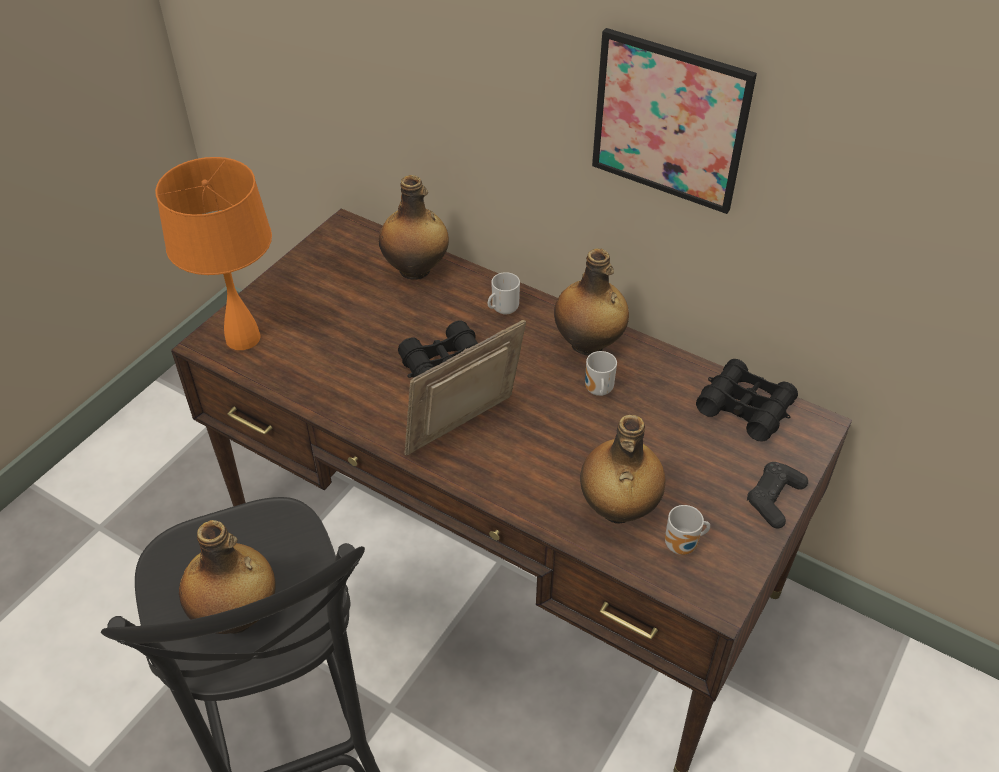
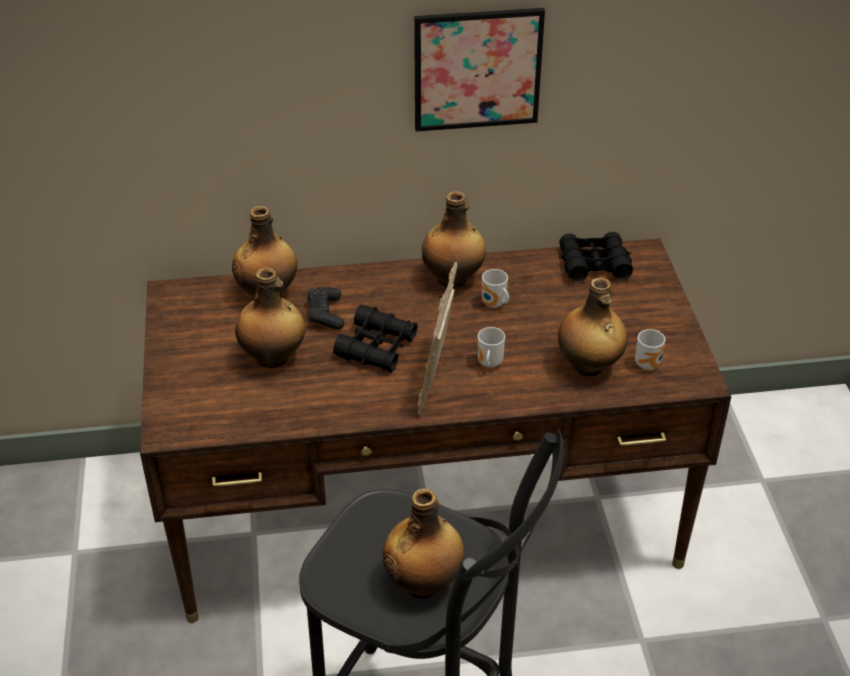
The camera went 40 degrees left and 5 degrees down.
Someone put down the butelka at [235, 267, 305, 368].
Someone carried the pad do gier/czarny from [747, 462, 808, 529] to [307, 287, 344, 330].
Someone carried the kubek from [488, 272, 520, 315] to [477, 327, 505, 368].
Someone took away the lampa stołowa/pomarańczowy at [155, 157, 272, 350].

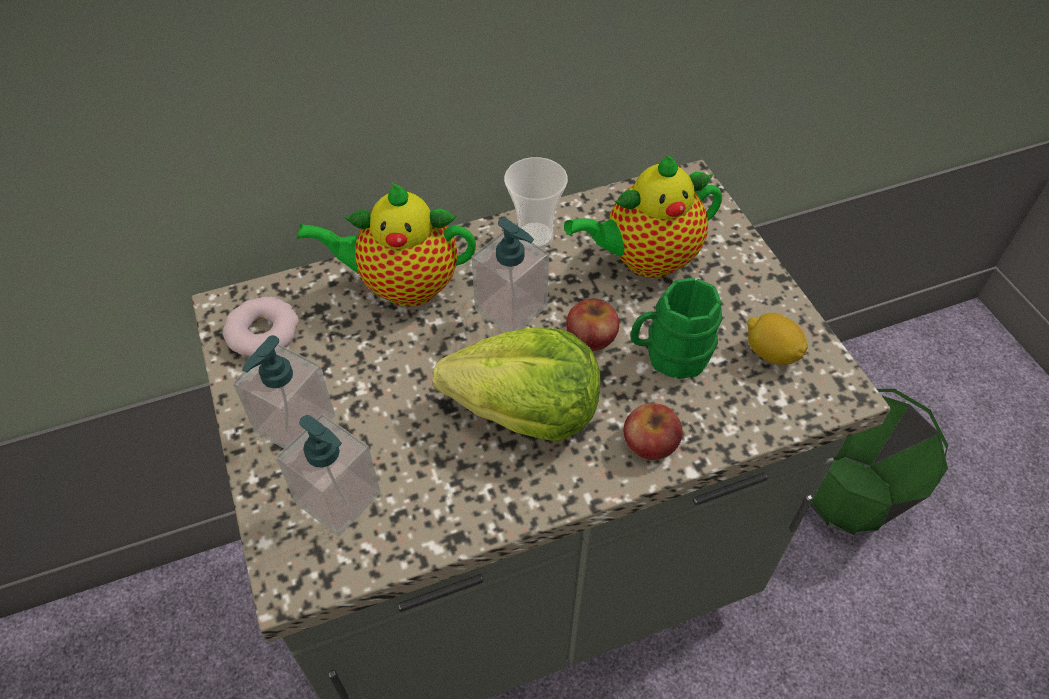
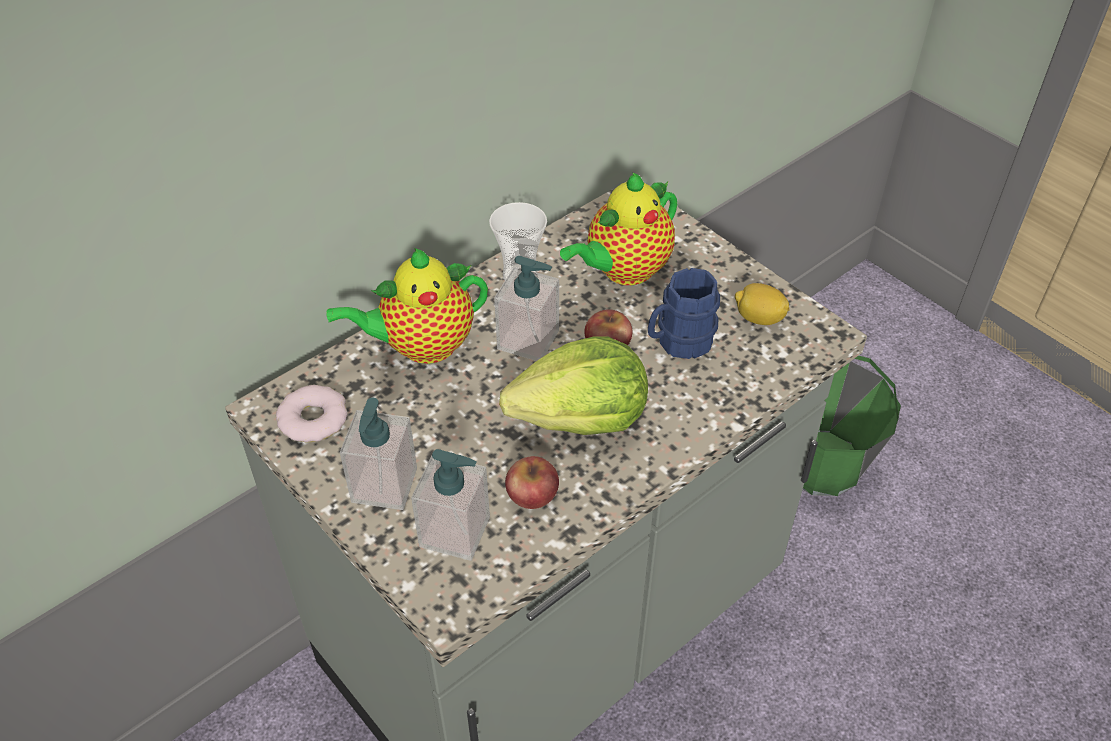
The camera went 20 degrees left and 5 degrees down.
Someone carried the jabłko from [624, 403, 682, 460] to [505, 456, 559, 509].
Someone repainted the kubek/zielony at [630, 278, 722, 379], which became the kubek/niebieski at [648, 268, 720, 359].

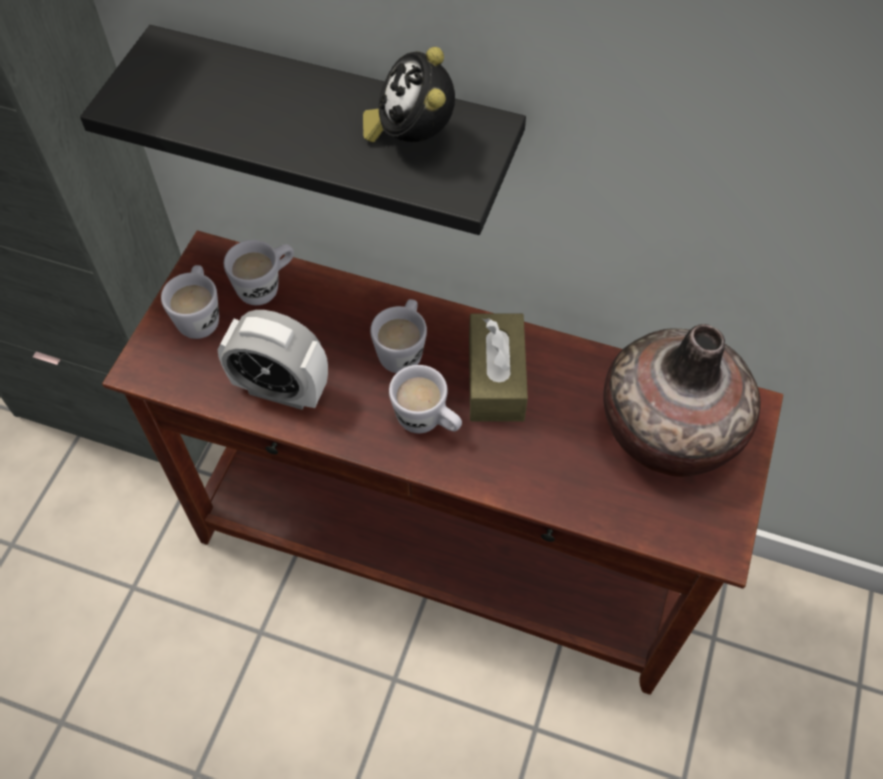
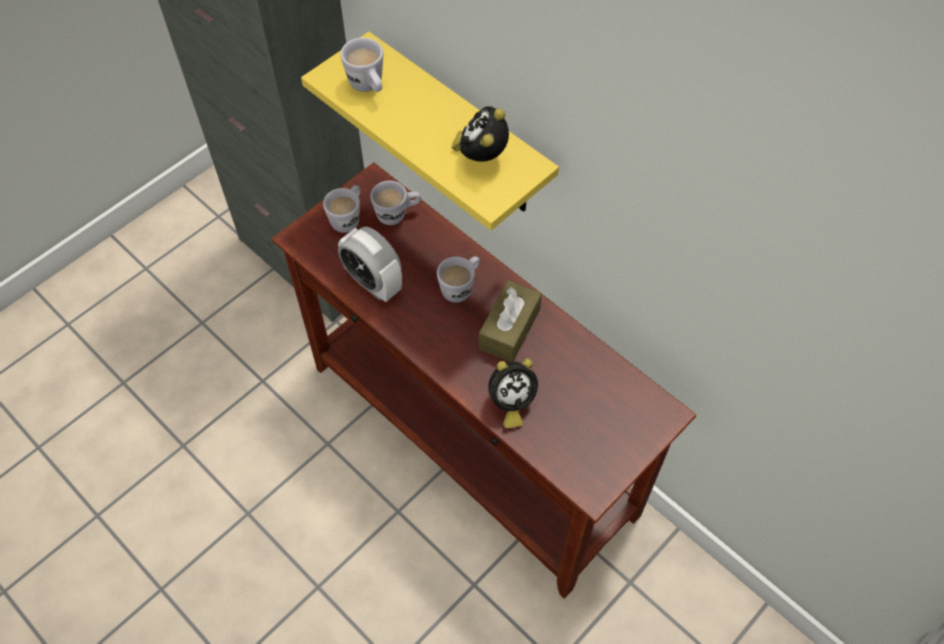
The camera went 25 degrees right and 0 degrees up.
Someone repainted the półka/czarny at [80, 25, 526, 235], which became the półka/żółty at [301, 32, 559, 230].
Someone carried the kubek/biały from [389, 365, 462, 433] to [340, 38, 383, 92].
Someone put down the budzik at [488, 359, 538, 428].
Someone took away the wazon at [603, 324, 760, 477].

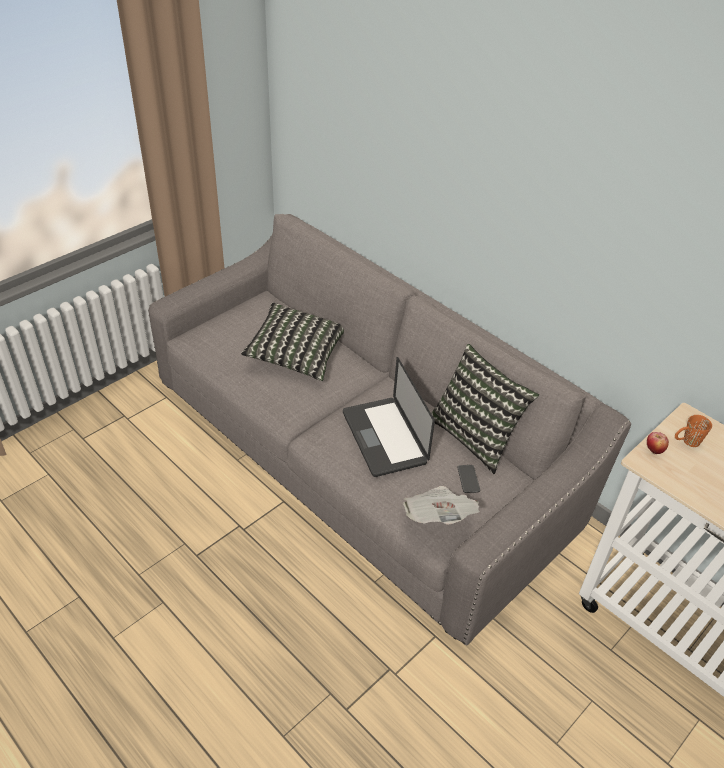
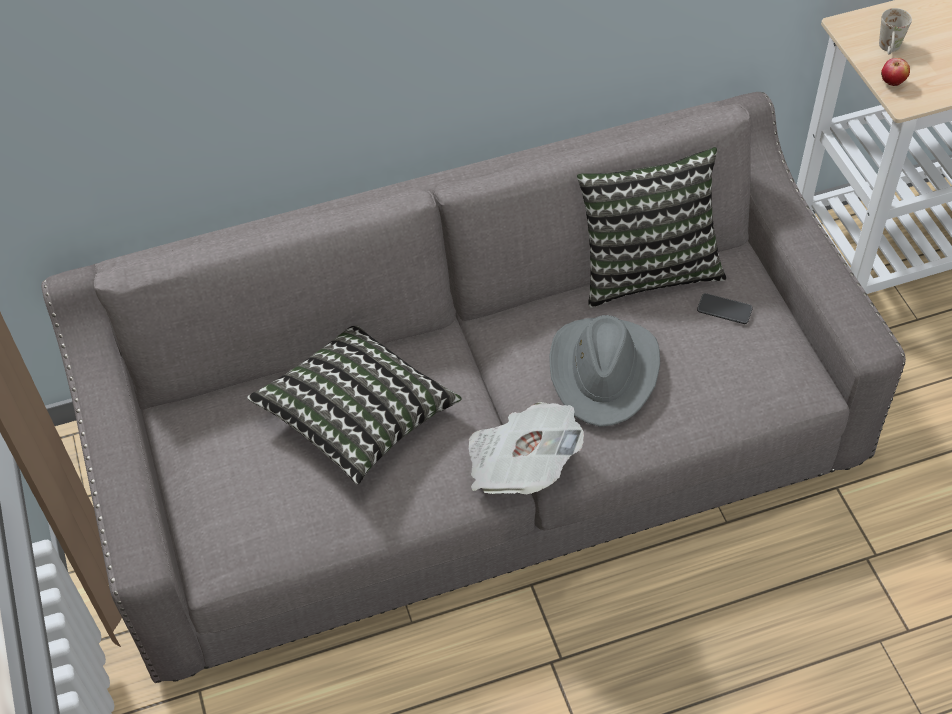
The camera went 60 degrees left and 10 degrees up.
Someone carried the gazeta from [403, 486, 480, 525] to [469, 402, 584, 494].
Someone swapped the laptop at [343, 357, 435, 477] for the kapelusz/szary at [549, 315, 660, 427].
Someone repainted the kubek/pomarańczowy at [675, 415, 712, 447], which became the kubek/biały at [879, 8, 912, 55].

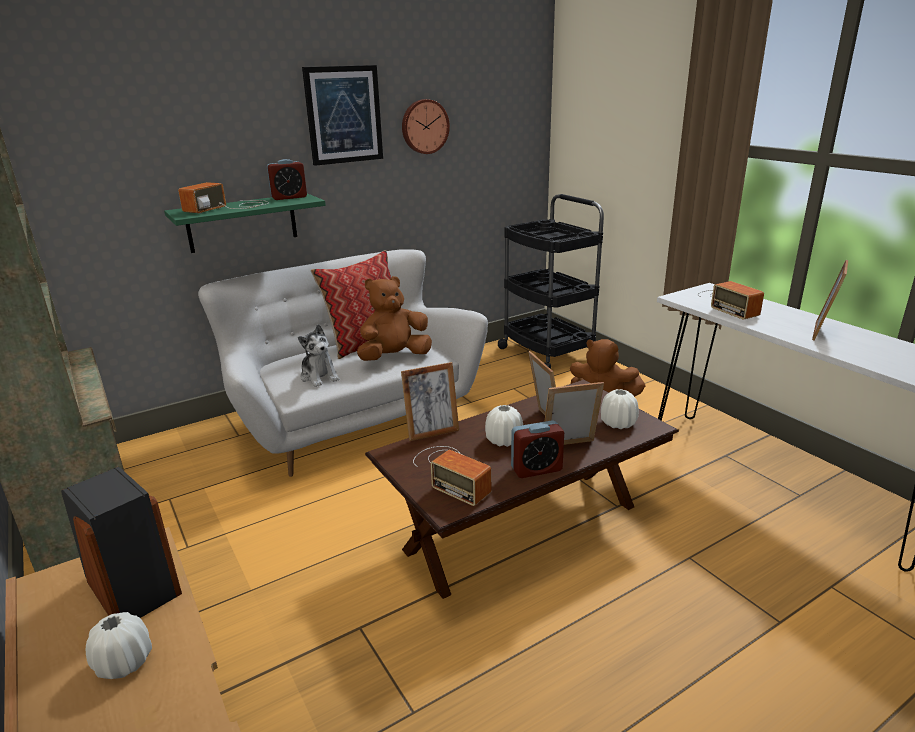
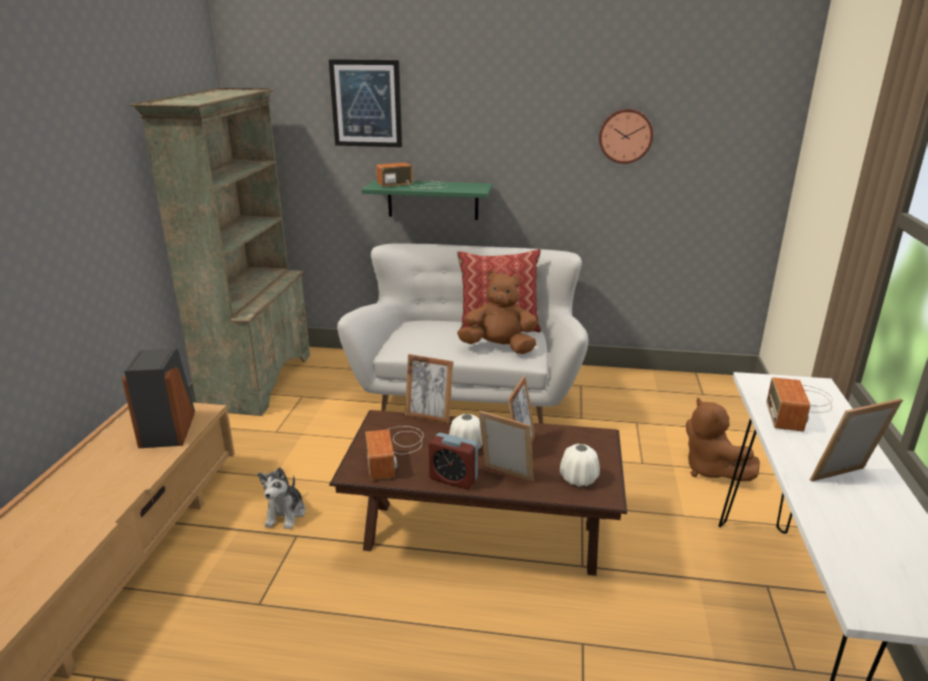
The camera went 40 degrees right and 0 degrees up.
Someone carried the pluszak from [298, 324, 339, 387] to [258, 467, 305, 529].
Someone carried the obraz from [302, 65, 383, 166] to [329, 59, 402, 147].
Someone took away the wazon/biały at [86, 612, 152, 679].
Someone took away the budzik at [267, 159, 307, 200].
Someone took away the wózek/czarny at [498, 194, 604, 369].

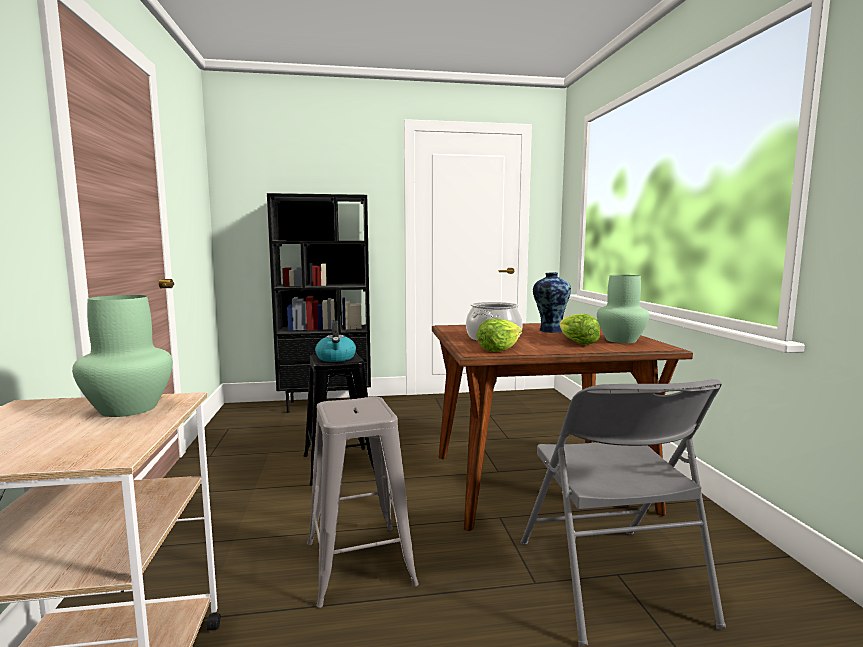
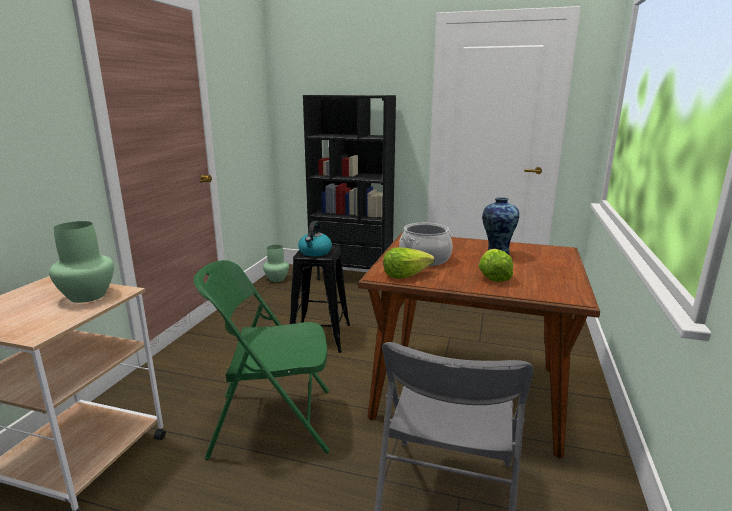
The camera went 25 degrees right and 10 degrees up.
Someone swapped the stołek/szary at [307, 397, 419, 608] for the krzesło/zielony at [194, 260, 329, 461].
Someone carried the wazon/zielony from [597, 275, 649, 343] to [263, 245, 289, 282].

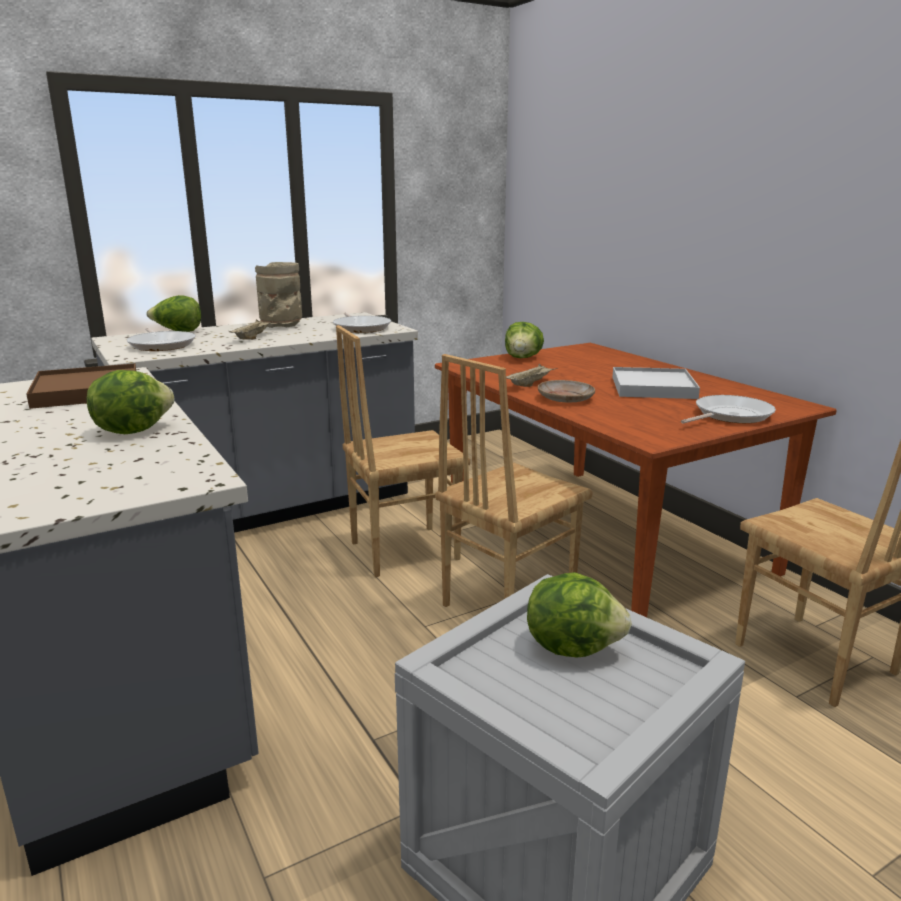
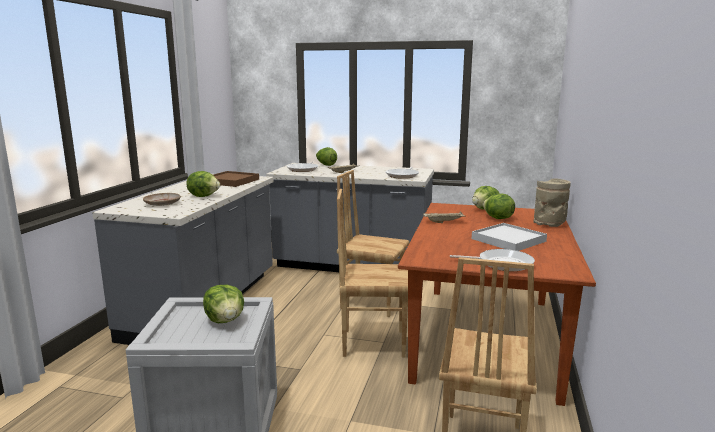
The camera went 45 degrees right and 5 degrees down.
Someone carried the talerz/beżowy from [538, 380, 595, 402] to [143, 193, 181, 206].
Someone put down the sałata at [483, 194, 515, 219].
Someone carried the wazon/beżowy from [255, 262, 302, 328] to [534, 178, 571, 227].

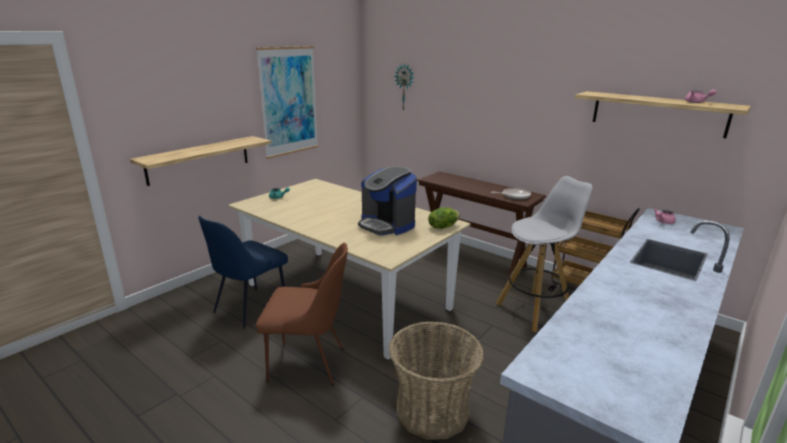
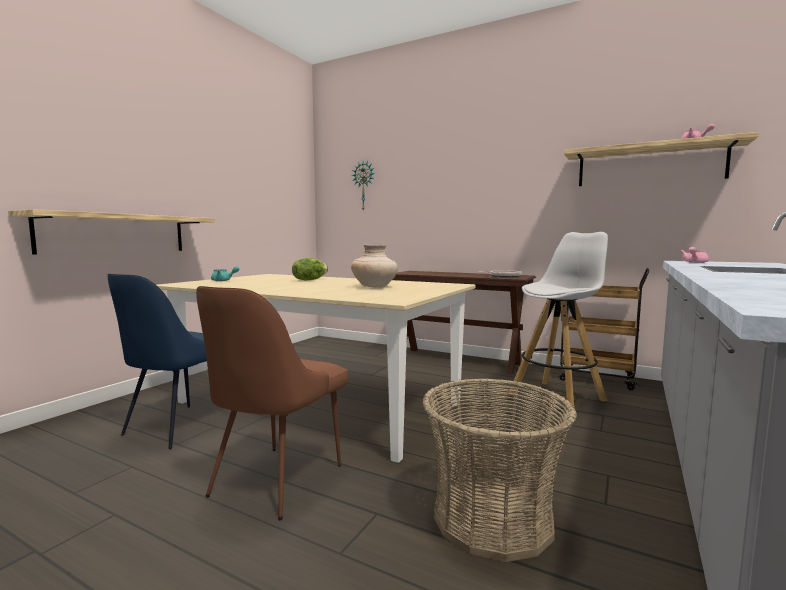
The camera went 10 degrees left and 15 degrees down.
Someone rotated the krzesło/brązowy at [256, 243, 348, 386] by 120 degrees clockwise.
Someone carried the sałata from [428, 207, 460, 229] to [292, 258, 328, 280].
Someone swapped the ekspres do kawy at [358, 166, 417, 235] for the wazon/beżowy at [351, 245, 398, 288].
Someone took away the obraz at [256, 46, 319, 159].

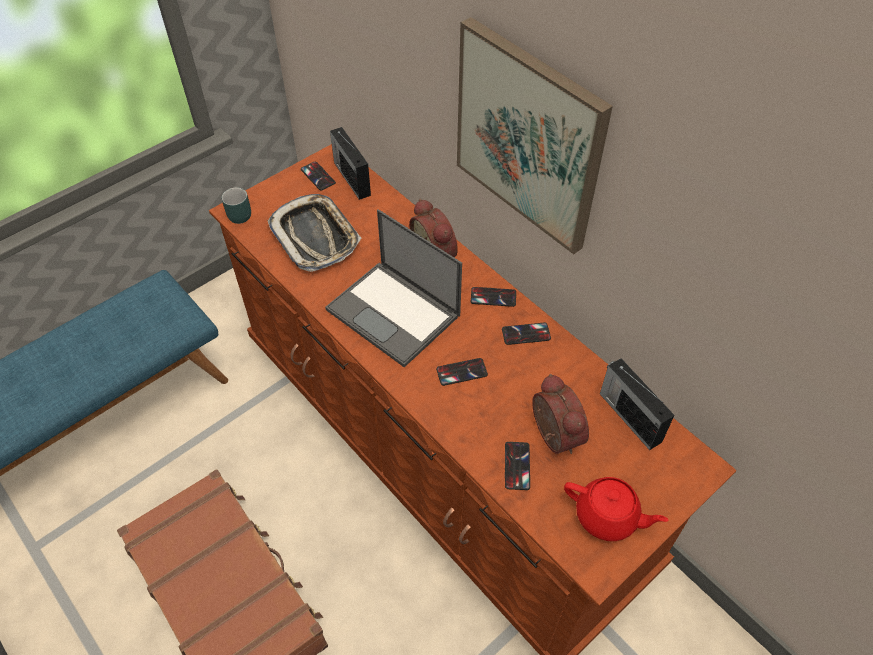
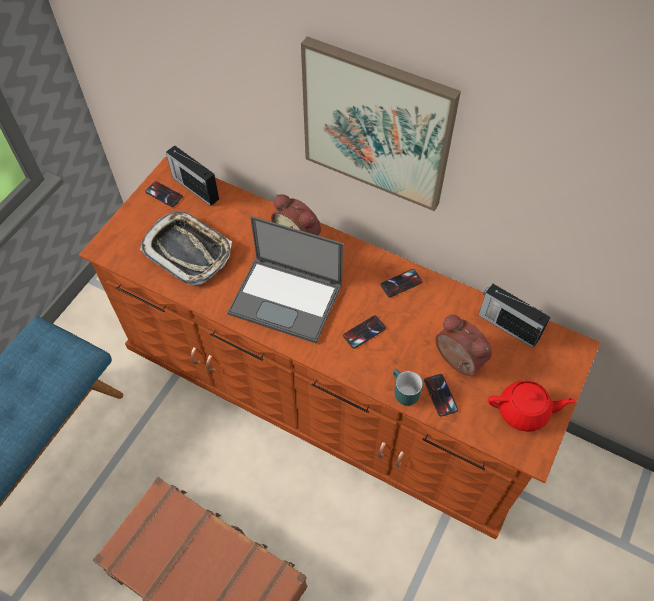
The camera went 20 degrees left and 5 degrees up.
Someone carried the kubek/turkusowy from [222, 188, 251, 224] to [393, 369, 423, 406].
Someone took away the telefon at [471, 287, 516, 307].

